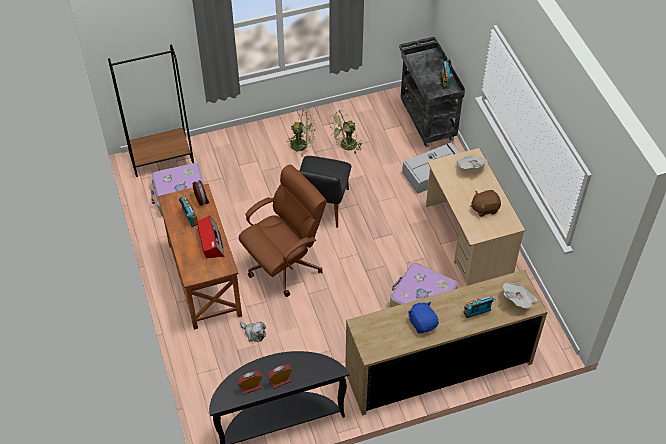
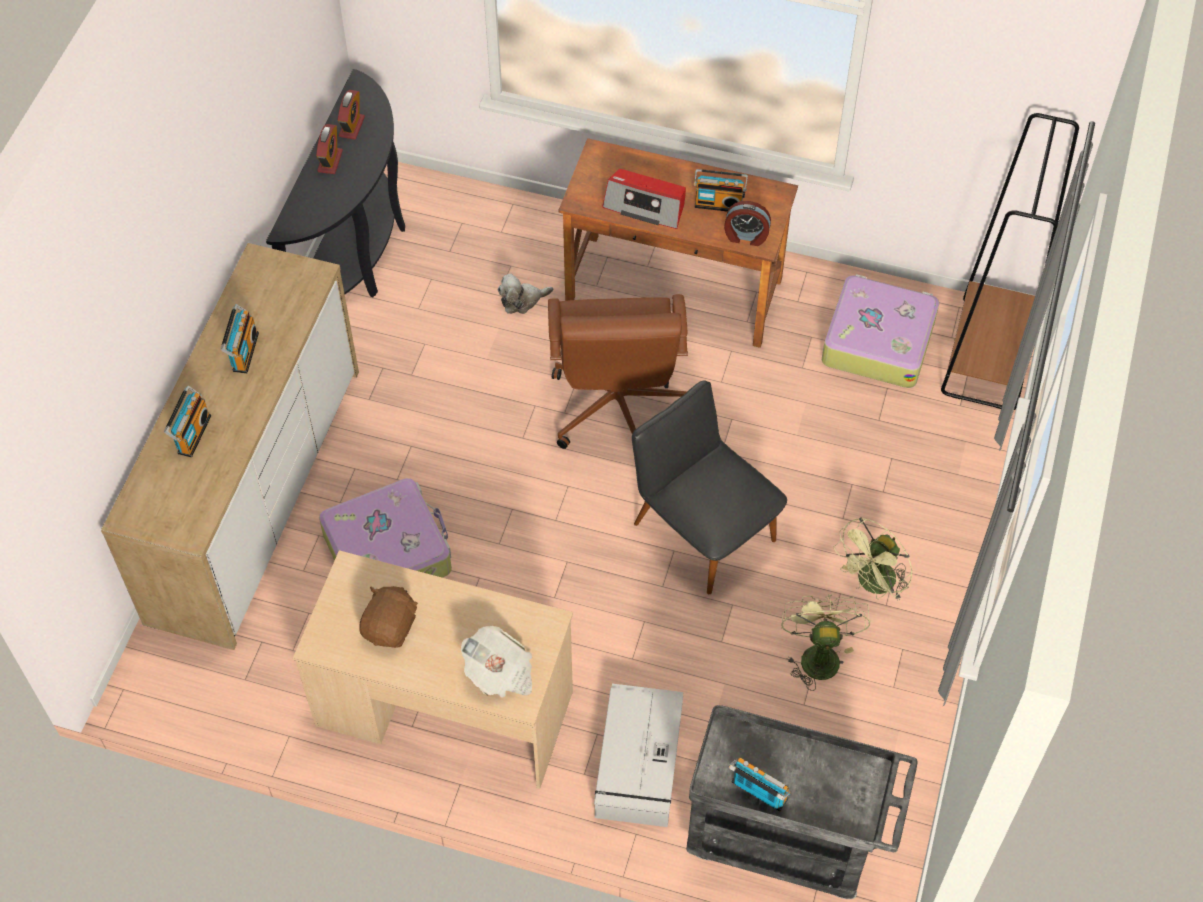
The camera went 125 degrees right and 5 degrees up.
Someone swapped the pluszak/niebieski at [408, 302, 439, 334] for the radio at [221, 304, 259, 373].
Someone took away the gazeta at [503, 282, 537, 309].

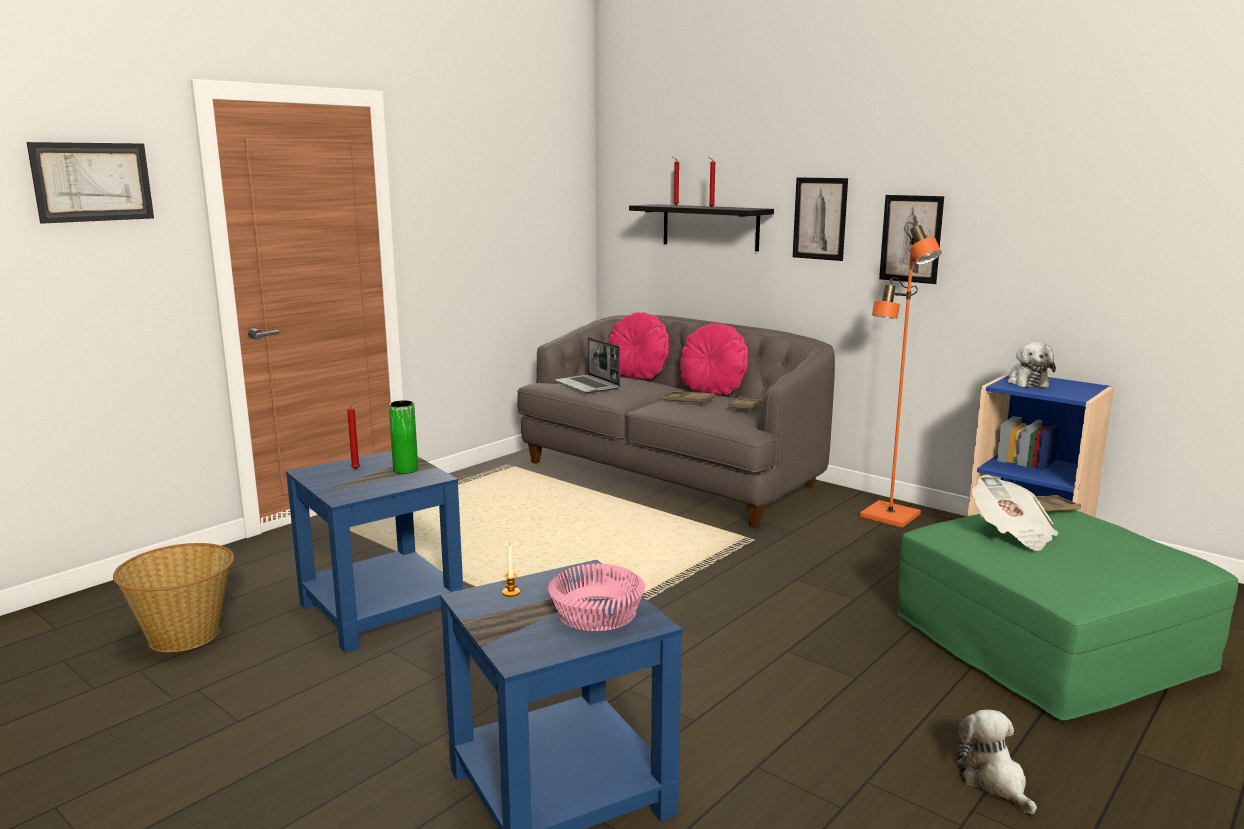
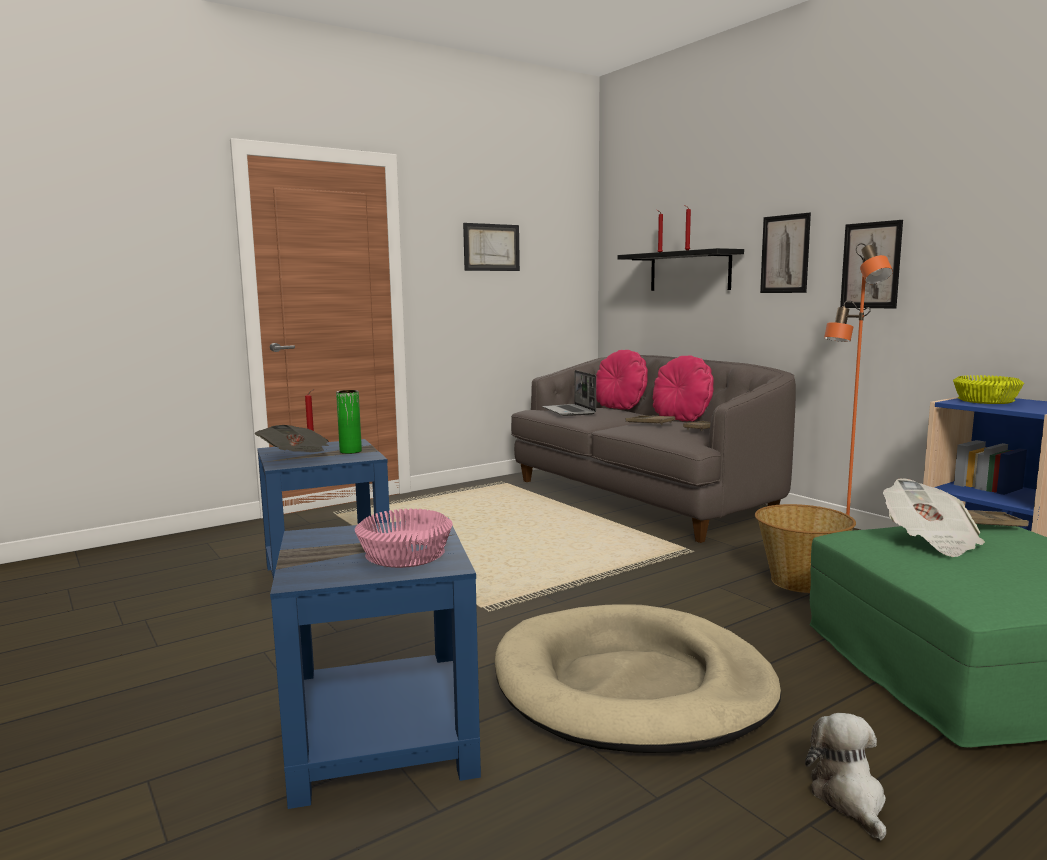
The camera went 15 degrees right and 5 degrees down.
Someone put down the gazeta at [255, 425, 329, 452].
Someone carried the obraz from [27, 142, 154, 224] to [463, 223, 520, 271].
Someone put down the legowisko/beżowy at [495, 605, 781, 753].
Someone carried the koszyk from [113, 543, 234, 652] to [755, 504, 856, 593].
Someone swapped the pluszak at [1007, 342, 1056, 388] for the miska/żółty at [953, 375, 1024, 404].
Someone took away the świeca at [502, 543, 520, 597].

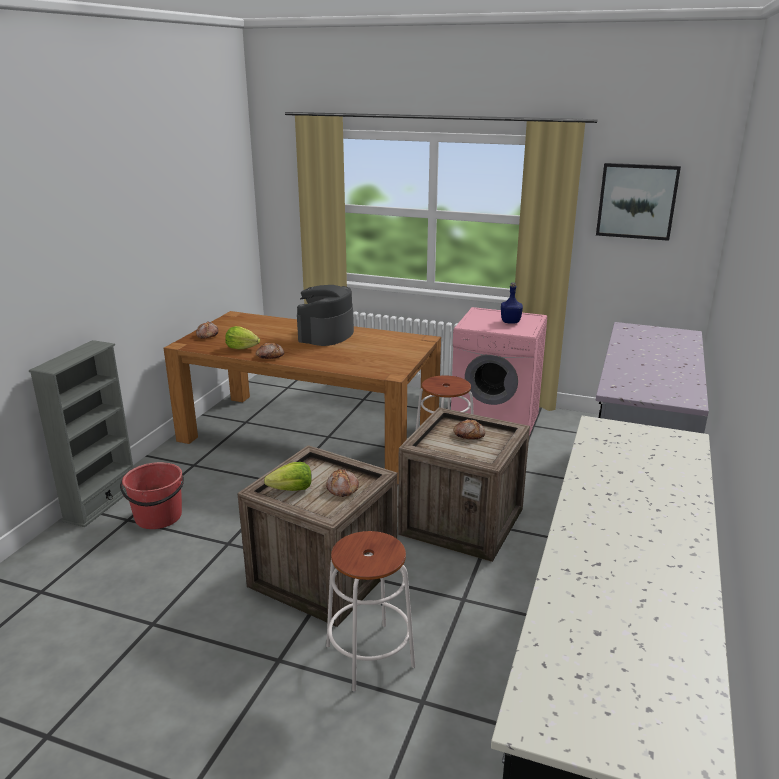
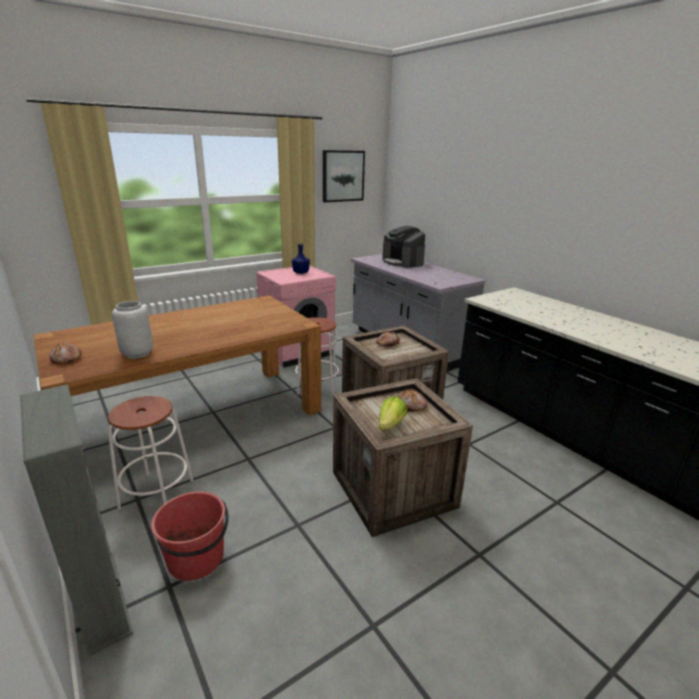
The camera went 55 degrees left and 0 degrees up.
Someone carried the stołek/biały from [326, 531, 415, 692] to [108, 396, 194, 510].
Someone swapped the sałata at [225, 326, 260, 350] for the wazon/szary at [112, 301, 153, 359].
Someone carried the ekspres do kawy from [297, 285, 354, 346] to [382, 226, 425, 268].
Someone took away the chleb at [256, 343, 284, 359].

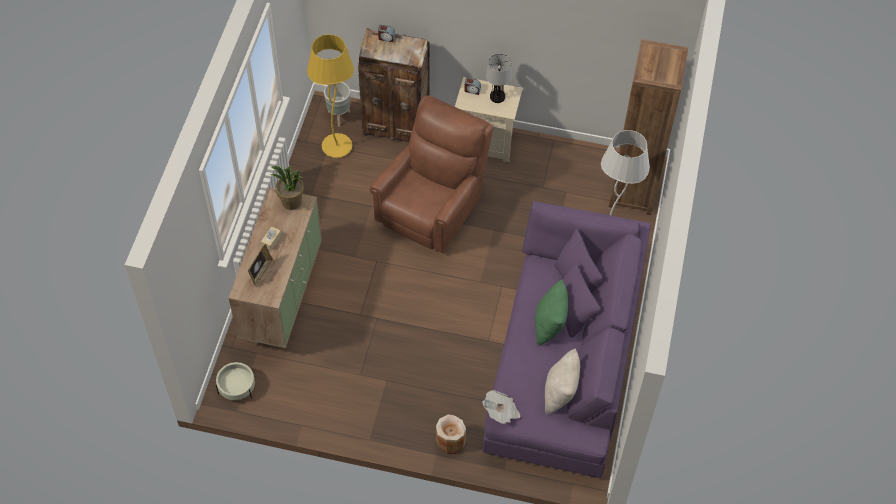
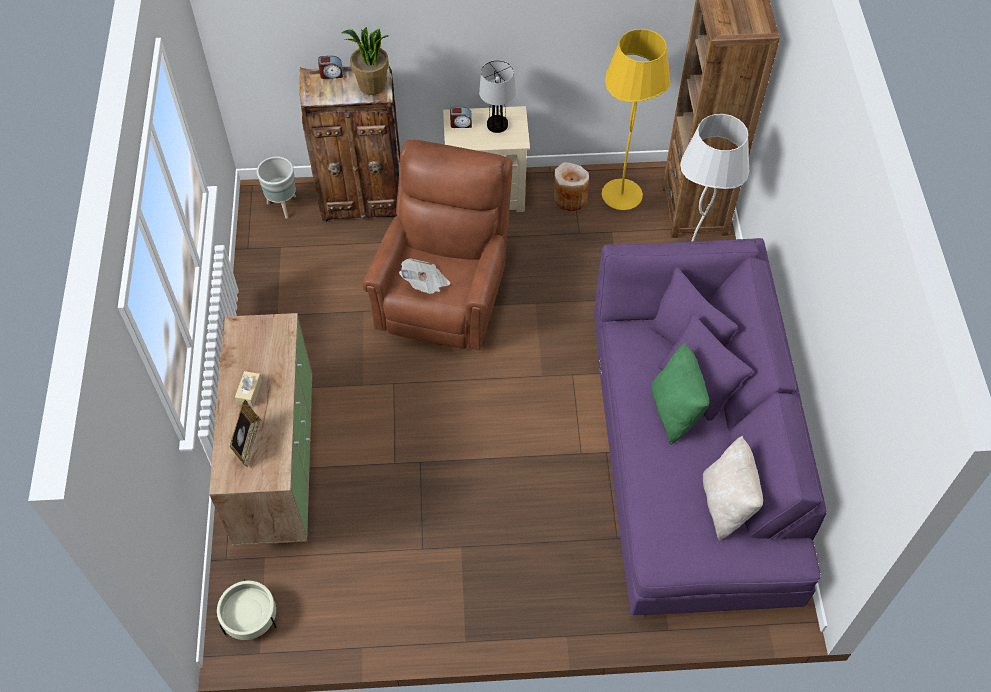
The camera went 15 degrees left and 0 degrees up.
Someone carried the roślina doniczkowa from [270, 166, 304, 210] to [341, 27, 389, 95].
Someone carried the gazeta from [482, 390, 520, 424] to [399, 258, 450, 294].
Someone carried the wazon/beżowy from [436, 414, 466, 454] to [554, 162, 589, 212].
Someone carried the lampa stojąca/żółty from [307, 34, 354, 158] to [602, 29, 671, 210].

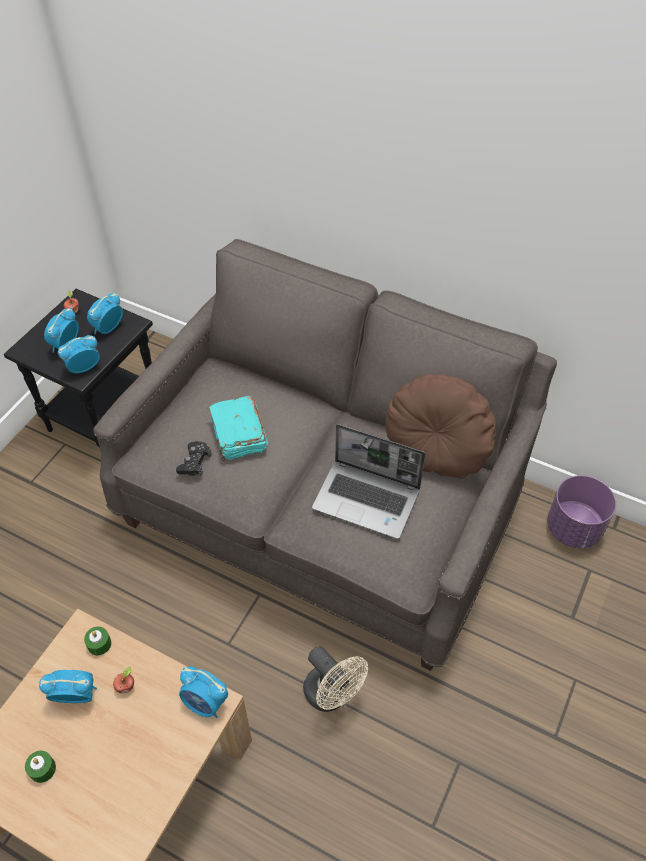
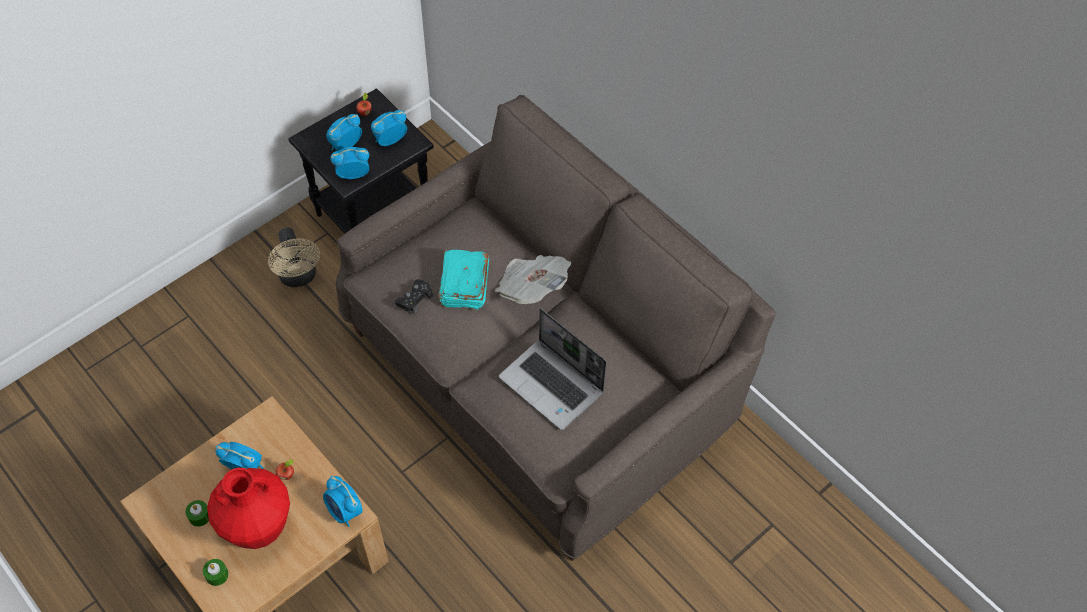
The camera went 20 degrees right and 5 degrees up.
Someone carried the świeca/zielony from [84, 627, 111, 655] to [203, 559, 229, 586].
Someone put down the wazon/czerwony at [207, 468, 290, 549].
Someone carried the wentylator/beżowy from [303, 646, 368, 712] to [268, 227, 320, 287].
Someone put down the gazeta at [494, 255, 571, 304].
Someone took away the poduszka/brązowy at [386, 374, 496, 479].
Someone took away the donica/fioletowy at [547, 475, 616, 548].

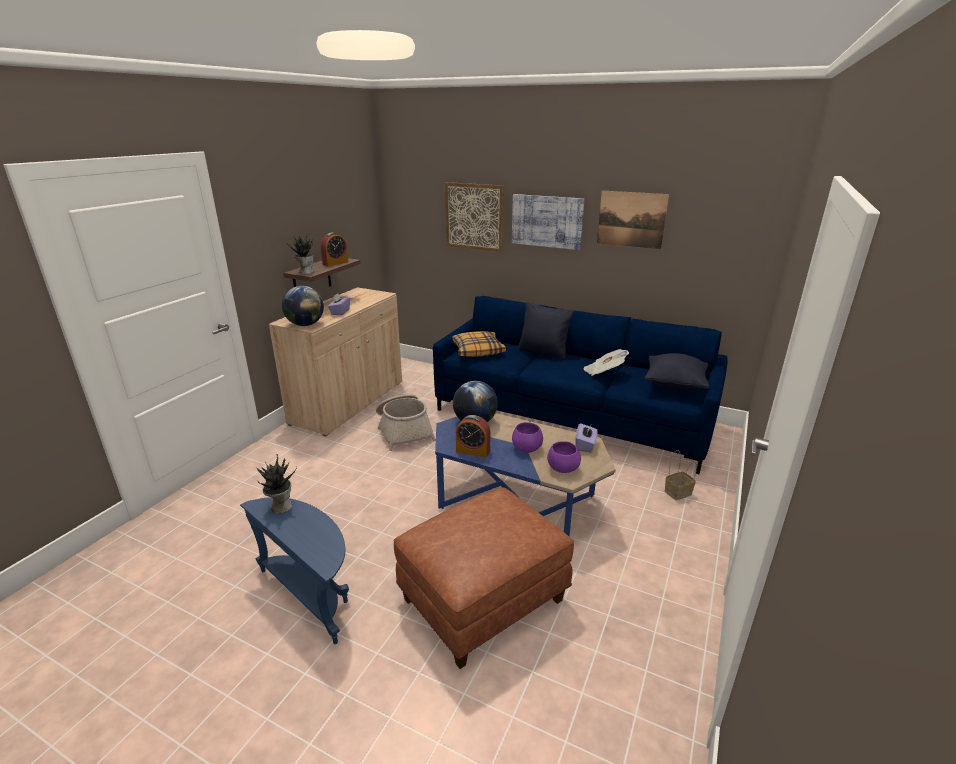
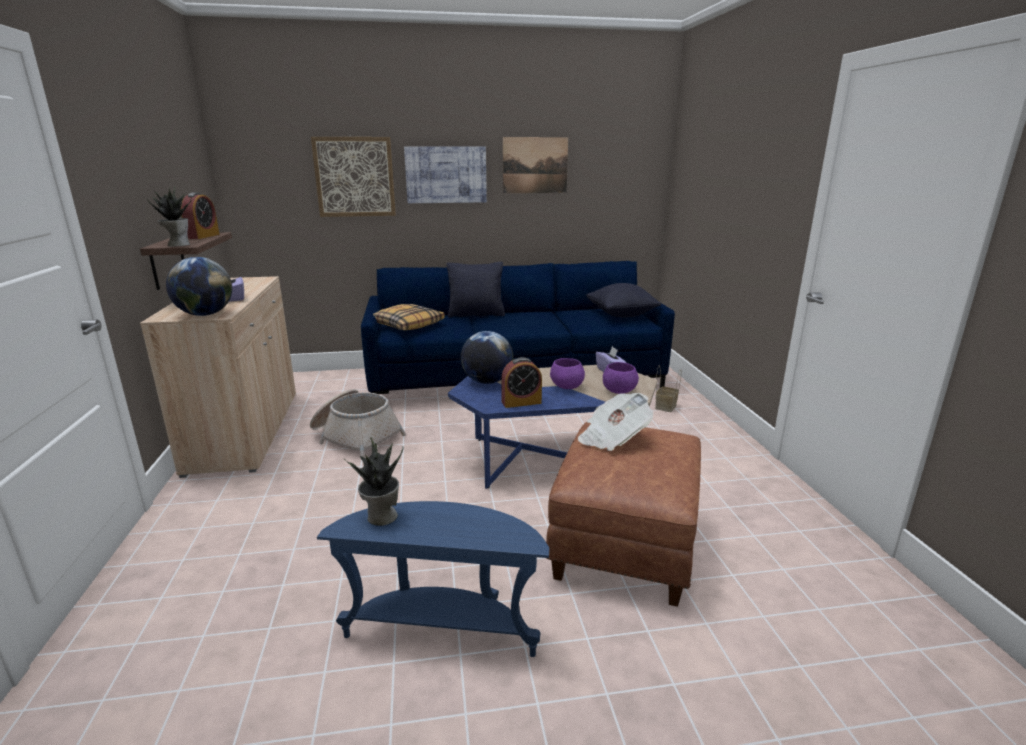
The camera went 35 degrees left and 5 degrees down.
Someone carried the gazeta from [583, 349, 629, 376] to [578, 393, 654, 451].

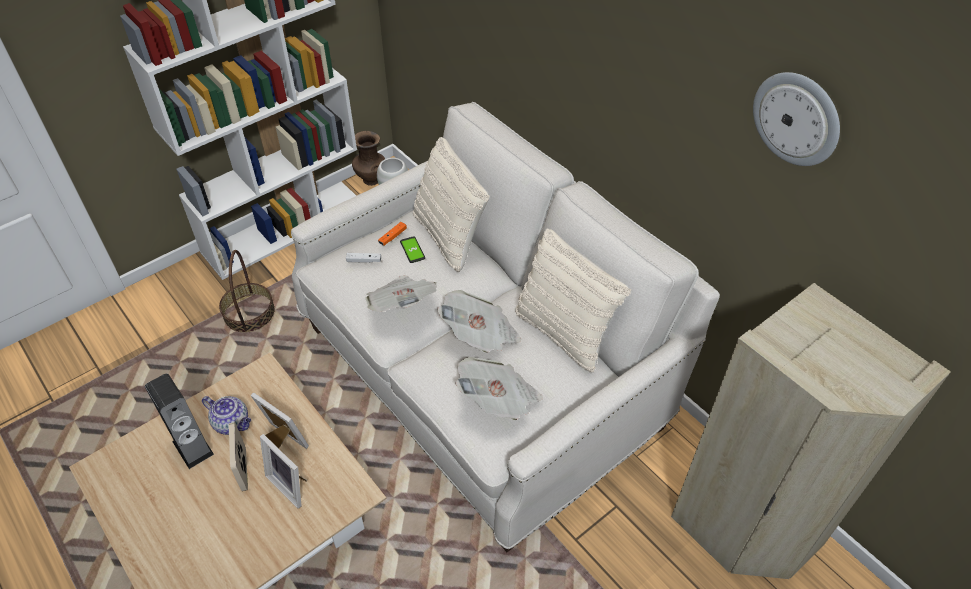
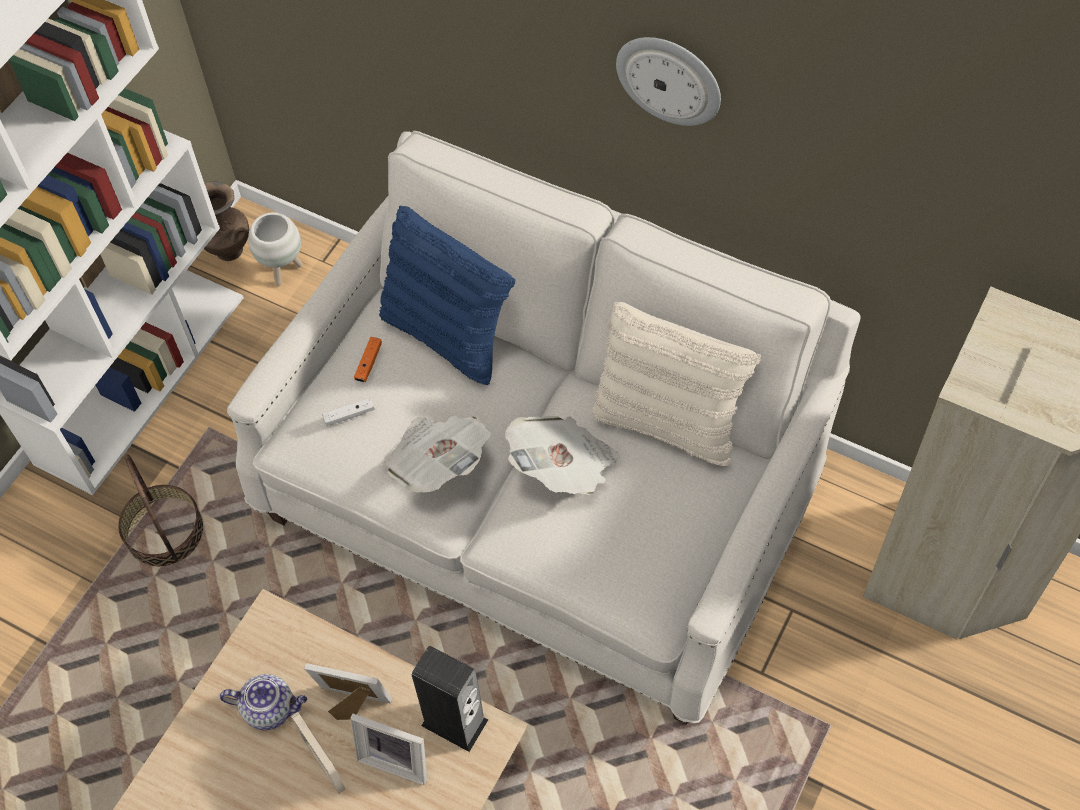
The camera went 20 degrees left and 10 degrees up.
Someone repainted the poduszka/beżowy at [413, 137, 490, 272], which became the poduszka/niebieski at [379, 206, 515, 385].
Someone carried the głośnik from [145, 374, 214, 469] to [412, 646, 488, 752].
Someone carried the zegar ścienny from [753, 72, 840, 166] to [616, 37, 721, 126].
Someone took away the telefon at [400, 236, 425, 263].
Someone took away the gazeta at [455, 357, 543, 420].

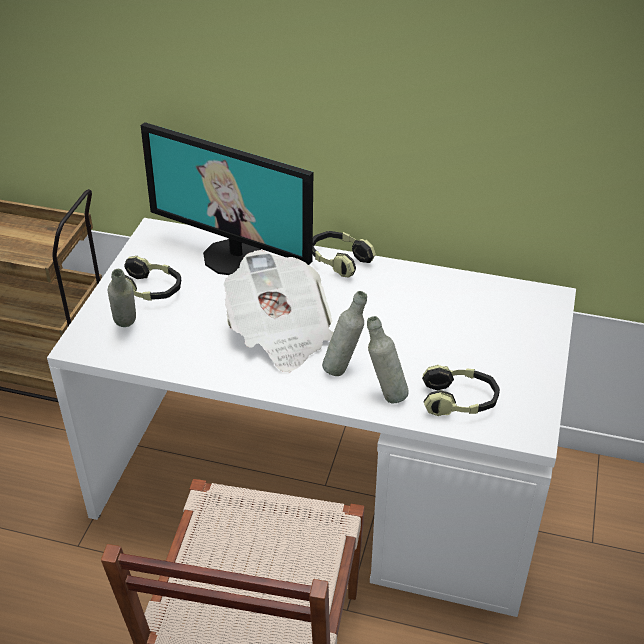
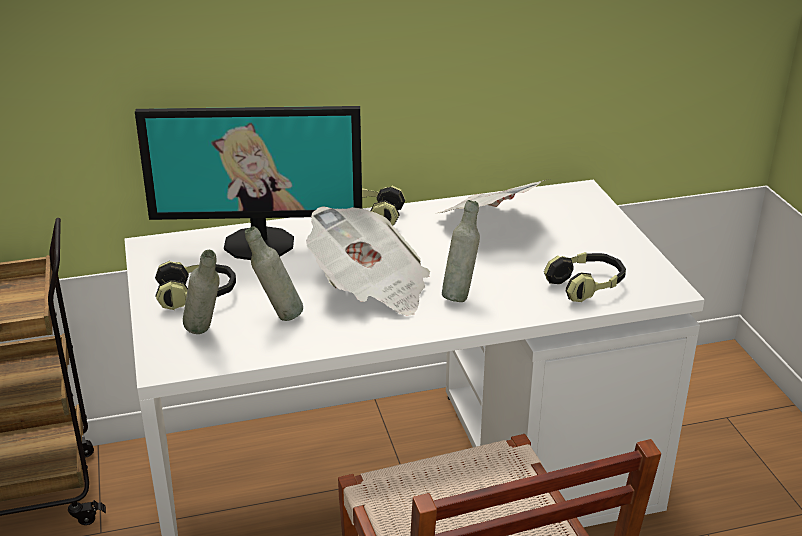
The camera went 30 degrees left and 10 degrees down.
Someone carried the butelka/szary from [367, 316, 409, 403] to [245, 226, 303, 321].
Someone put down the gazeta at [438, 180, 545, 213].

